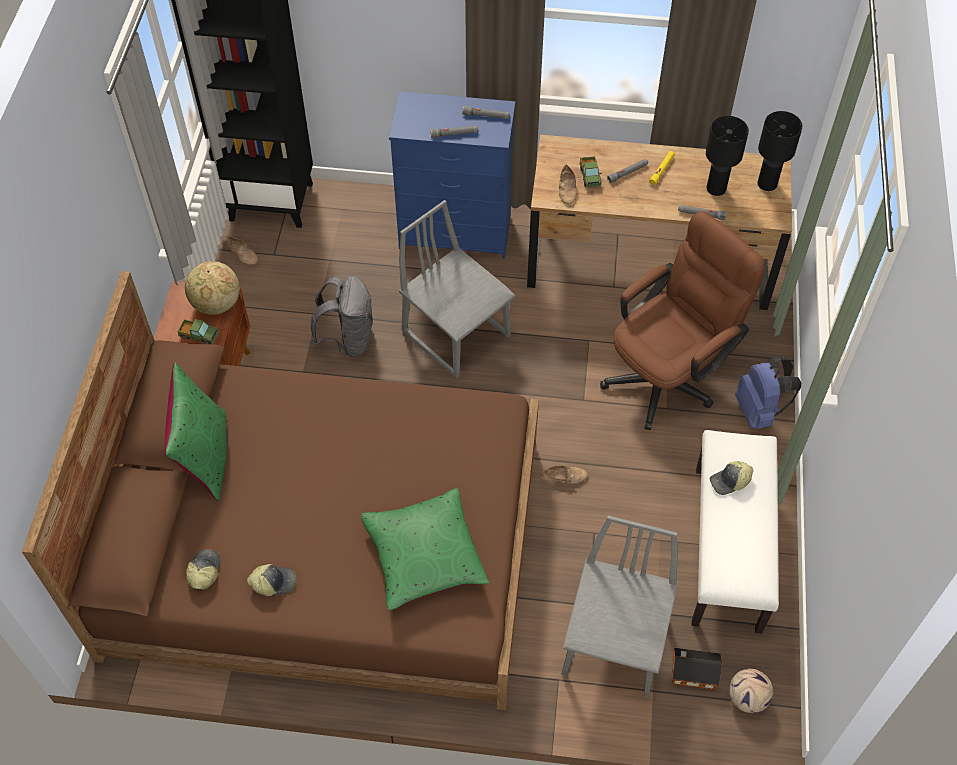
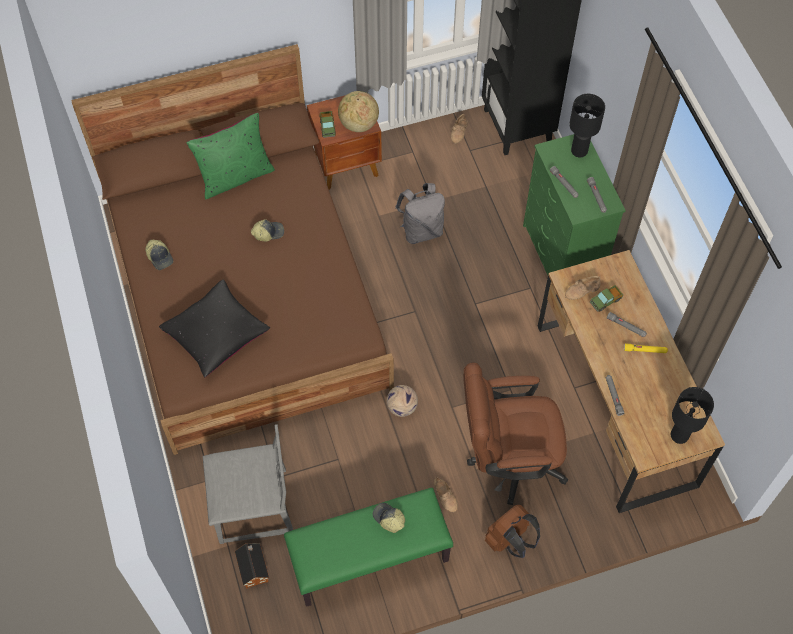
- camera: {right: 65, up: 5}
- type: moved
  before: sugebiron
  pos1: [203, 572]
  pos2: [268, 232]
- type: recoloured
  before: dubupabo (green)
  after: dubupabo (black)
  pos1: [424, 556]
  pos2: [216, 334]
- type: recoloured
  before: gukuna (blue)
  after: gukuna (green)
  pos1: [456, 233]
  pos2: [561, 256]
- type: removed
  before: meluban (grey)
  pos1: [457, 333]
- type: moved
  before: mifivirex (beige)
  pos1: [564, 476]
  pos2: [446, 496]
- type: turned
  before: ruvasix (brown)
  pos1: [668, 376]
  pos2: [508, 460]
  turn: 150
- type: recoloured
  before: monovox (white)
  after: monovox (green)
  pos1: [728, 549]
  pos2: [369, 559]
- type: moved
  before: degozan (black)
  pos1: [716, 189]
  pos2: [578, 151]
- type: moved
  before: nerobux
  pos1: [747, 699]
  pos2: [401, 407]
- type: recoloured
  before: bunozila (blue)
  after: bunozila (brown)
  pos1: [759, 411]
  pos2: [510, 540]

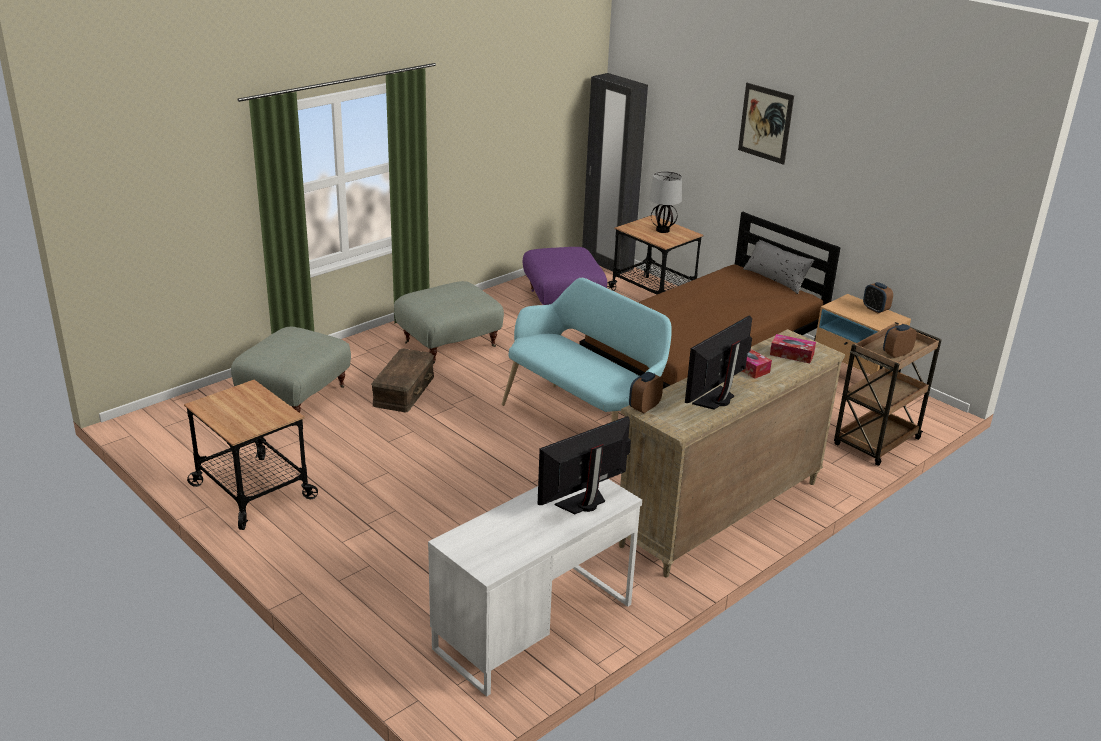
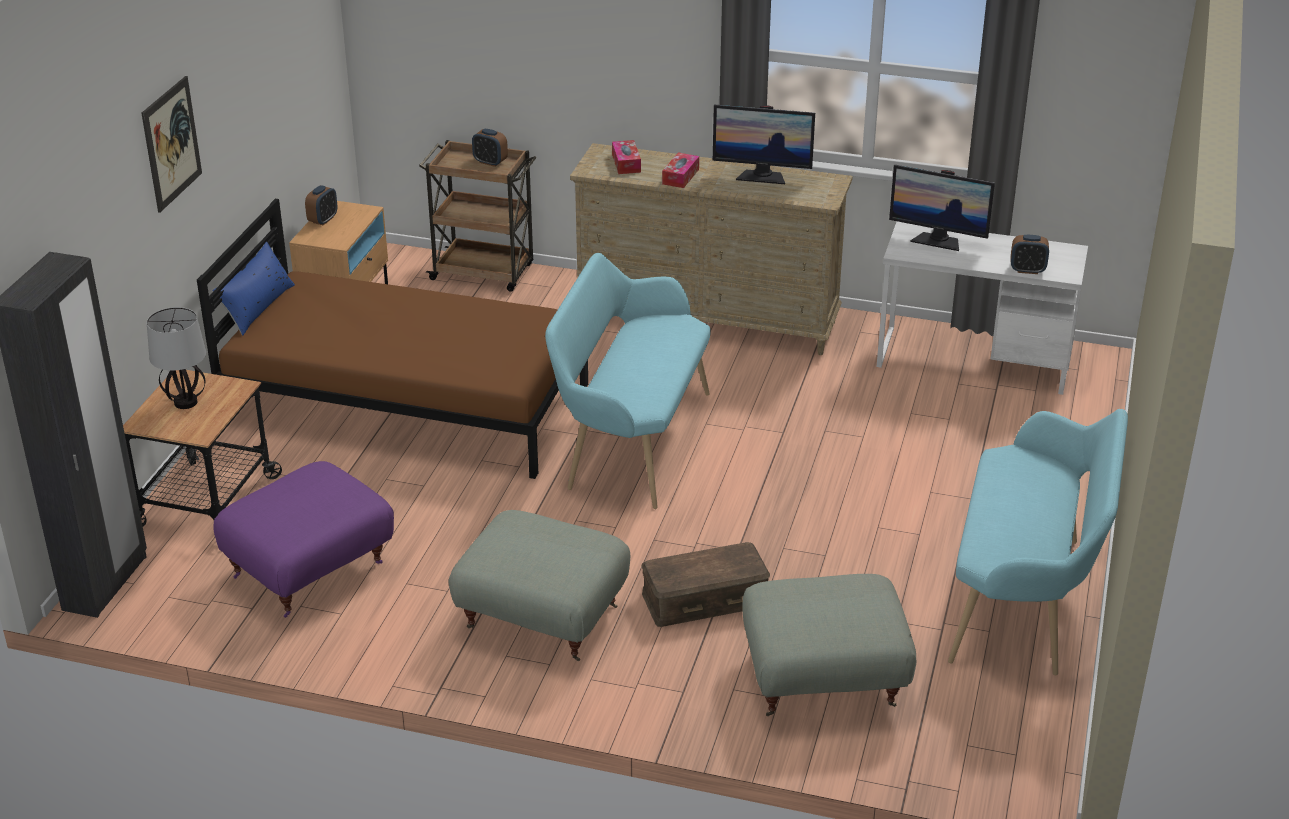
- camera: {right: -120, up: 5}
- type: replaced
  before: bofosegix
  after: monovox (turquoise)
  pos1: [252, 492]
  pos2: [1026, 599]
- type: moved
  before: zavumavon
  pos1: [644, 407]
  pos2: [1027, 270]
- type: recoloured
  before: dubupabo (grey)
  after: dubupabo (blue)
  pos1: [775, 279]
  pos2: [257, 307]

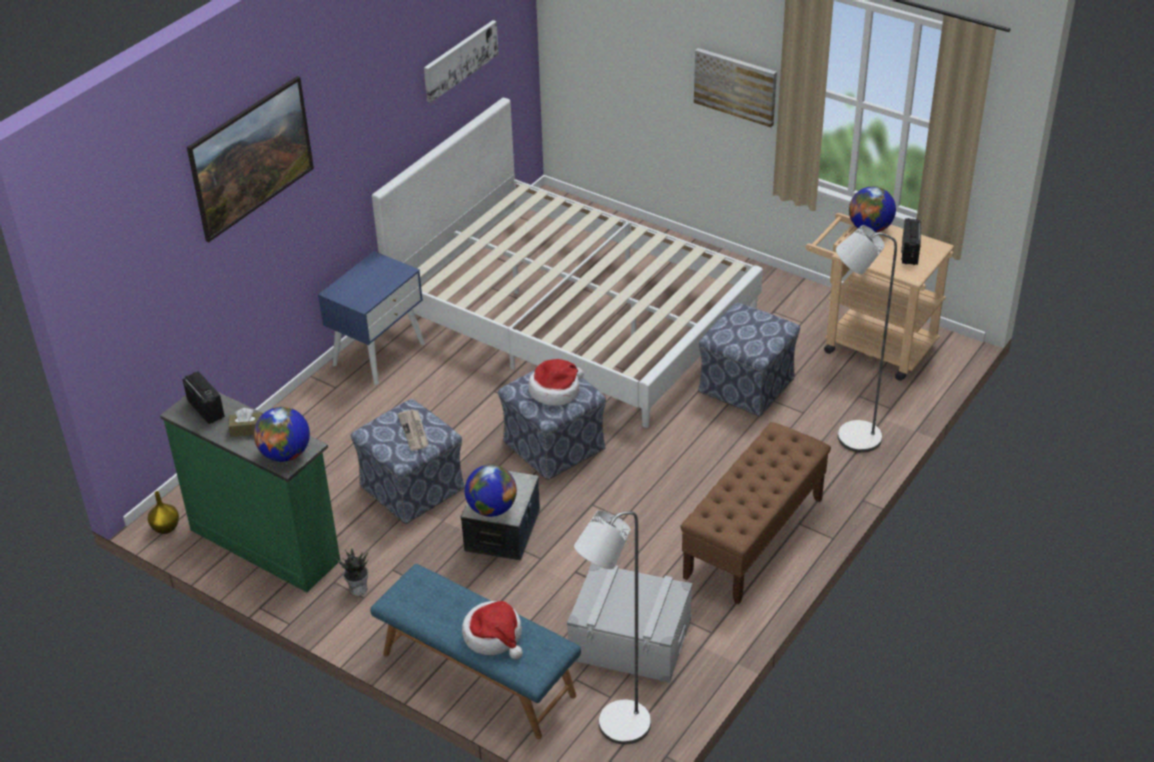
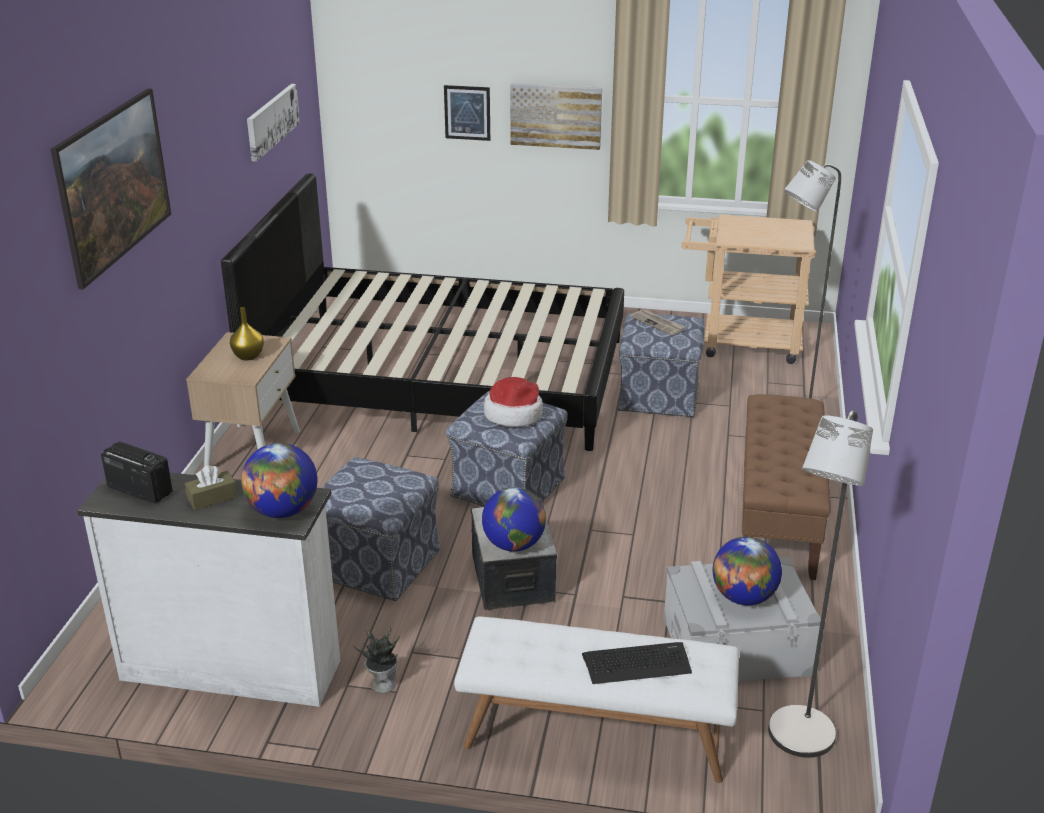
- camera: {right: -25, up: -10}
- type: moved
  before: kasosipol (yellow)
  pos1: [165, 528]
  pos2: [248, 356]
- type: recoloured
  before: gukuna (green)
  after: gukuna (white)
  pos1: [265, 543]
  pos2: [231, 667]
- type: recoloured
  before: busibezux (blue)
  after: busibezux (beige)
  pos1: [379, 353]
  pos2: [253, 450]
- type: recoloured
  before: monovox (blue)
  after: monovox (white)
  pos1: [477, 675]
  pos2: [595, 735]
- type: recoloured
  before: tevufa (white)
  after: tevufa (black)
  pos1: [573, 315]
  pos2: [442, 376]
- type: moved
  before: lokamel
  pos1: [414, 431]
  pos2: [658, 324]
- type: replaced
  before: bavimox
  after: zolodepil
  pos1: [494, 636]
  pos2: [637, 663]
- type: moved
  before: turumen
  pos1: [870, 228]
  pos2: [743, 597]
- type: removed
  before: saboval
  pos1: [909, 253]
- type: added
  after: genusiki
  pos2: [467, 112]

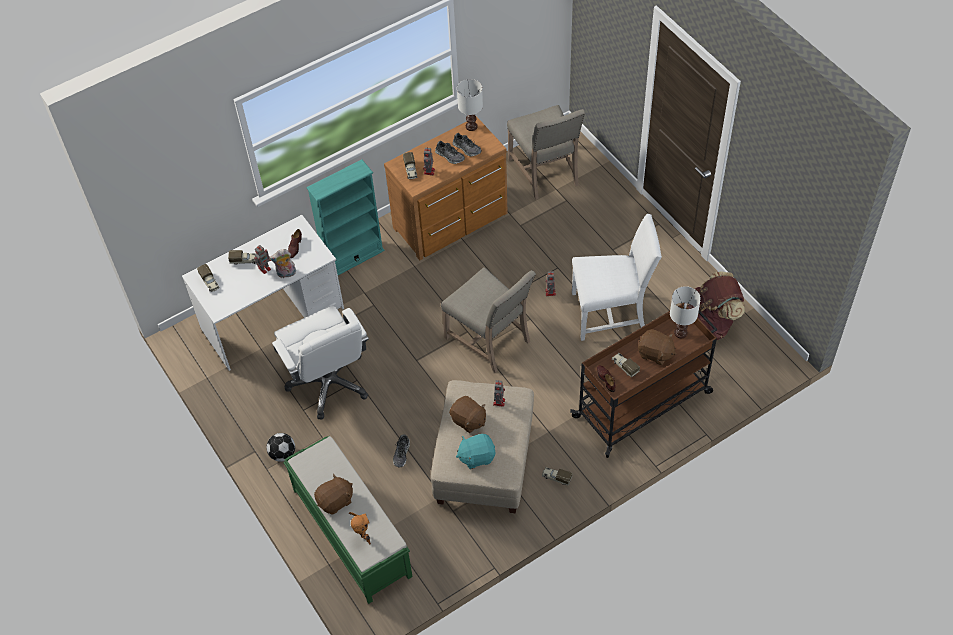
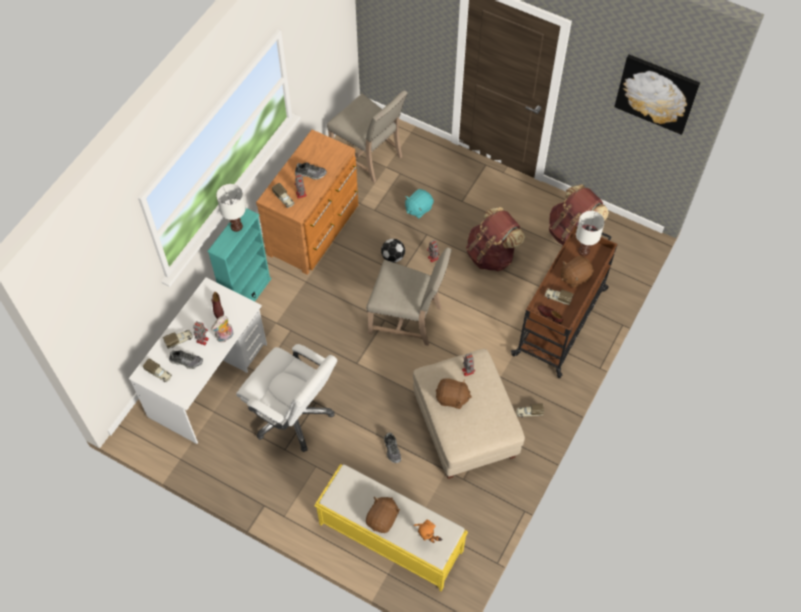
- camera: {right: -30, up: 5}
- type: moved
  before: nerobux
  pos1: [282, 454]
  pos2: [393, 257]
- type: recoloured
  before: monovox (green)
  after: monovox (yellow)
  pos1: [351, 532]
  pos2: [390, 537]
- type: moved
  before: mifivirex
  pos1: [467, 148]
  pos2: [186, 361]
- type: moved
  before: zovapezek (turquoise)
  pos1: [476, 456]
  pos2: [418, 208]
- type: moved
  before: degozan (white)
  pos1: [471, 126]
  pos2: [236, 226]
- type: replaced
  before: meluban (white)
  after: bunozila (brown)
  pos1: [611, 312]
  pos2: [491, 255]
- type: turned
  before: zovapezek (brown)
  pos1: [655, 353]
  pos2: [574, 277]
  turn: 150
- type: added
  after: genusiki
  pos2: [656, 93]

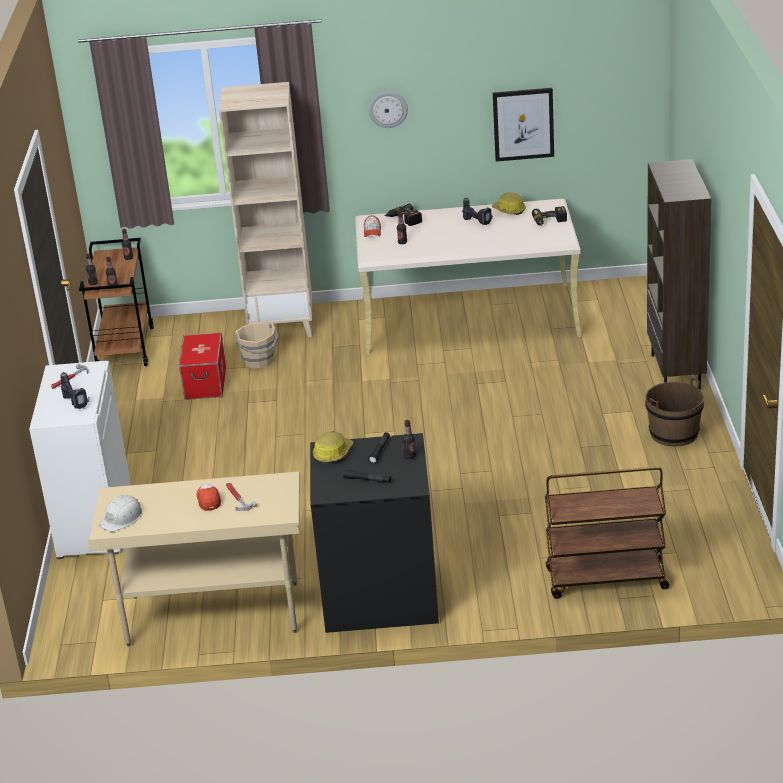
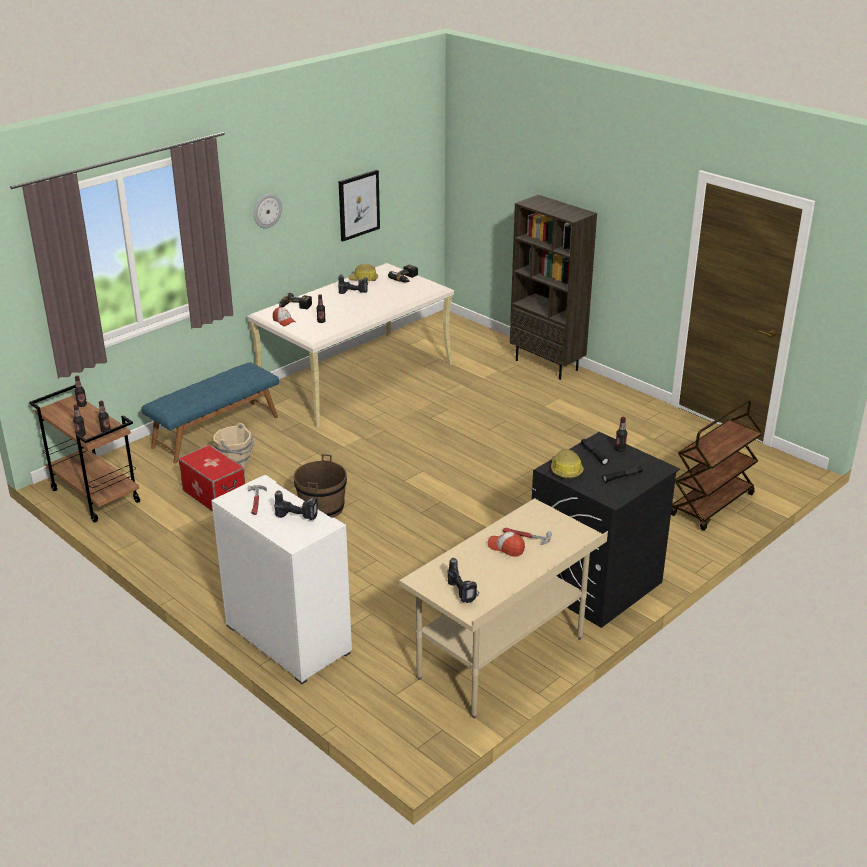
- camera: {right: -45, up: 0}
- type: replaced
  before: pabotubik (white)
  after: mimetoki
  pos1: [122, 518]
  pos2: [462, 593]
- type: replaced
  before: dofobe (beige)
  after: monovox (blue)
  pos1: [282, 327]
  pos2: [215, 431]
- type: moved
  before: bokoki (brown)
  pos1: [673, 433]
  pos2: [321, 508]

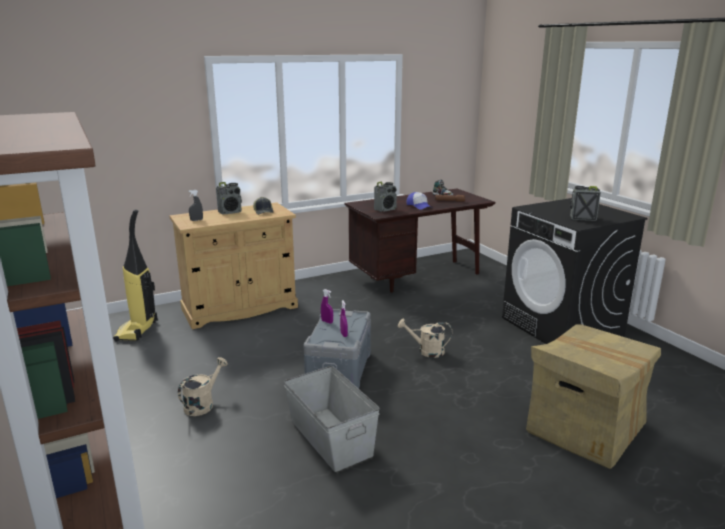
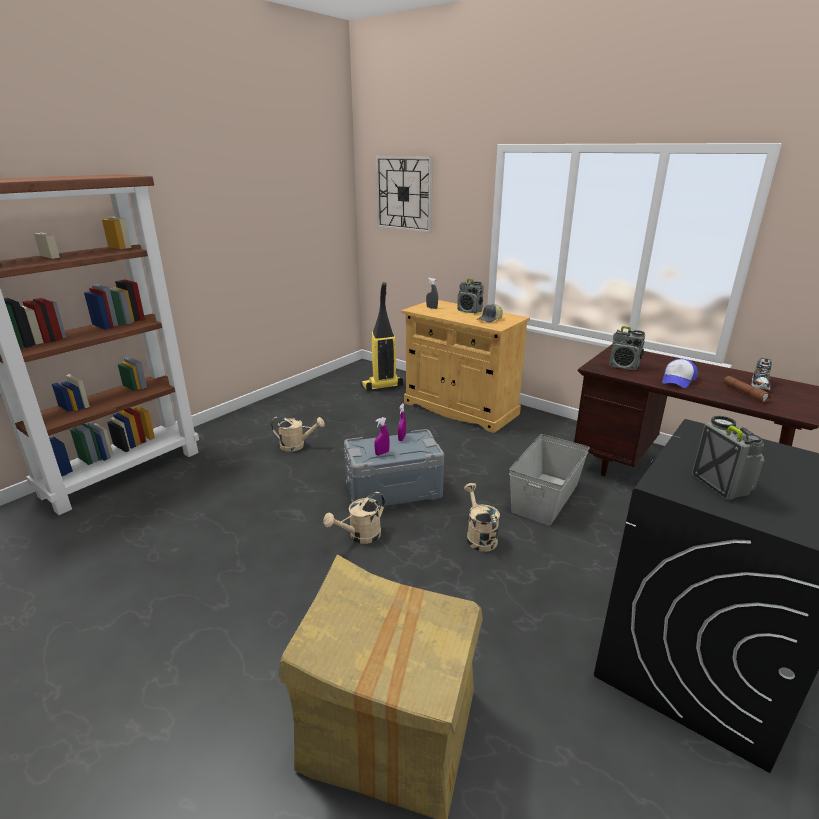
- camera: {right: 65, up: 5}
- type: moved
  before: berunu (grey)
  pos1: [330, 438]
  pos2: [544, 497]
- type: added
  after: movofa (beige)
  pos2: [360, 536]
- type: added
  after: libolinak
  pos2: [404, 193]

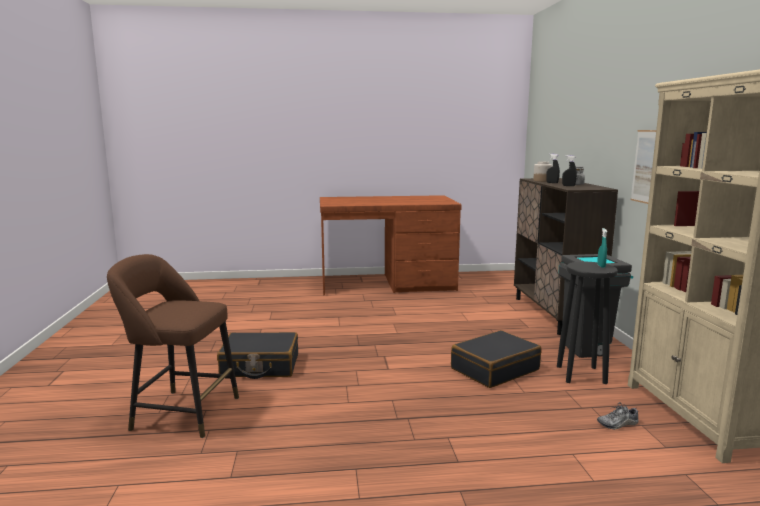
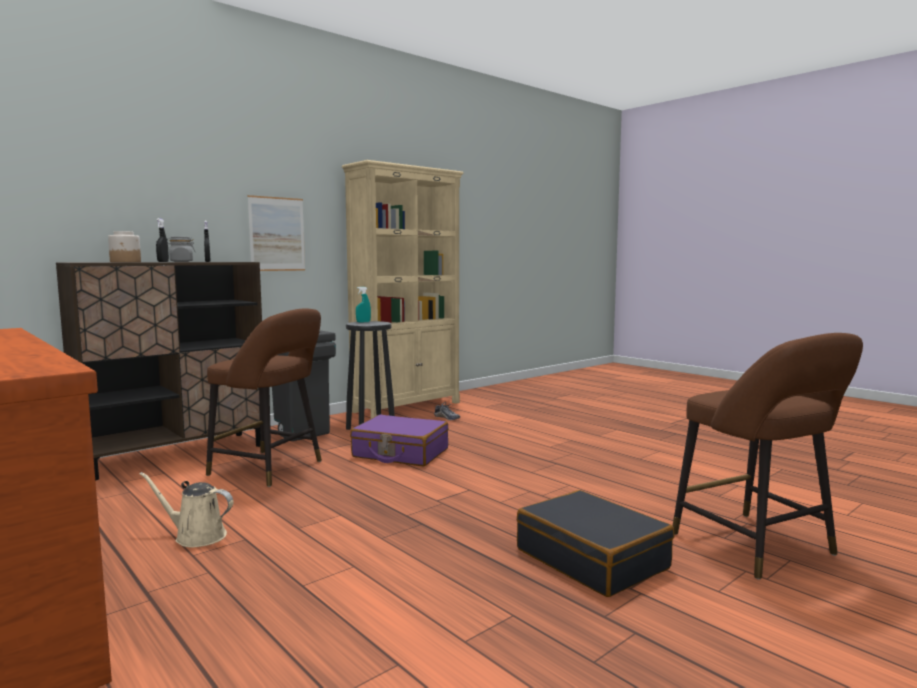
- camera: {right: -125, up: -5}
- type: recoloured
  before: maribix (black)
  after: maribix (purple)
  pos1: [494, 369]
  pos2: [400, 453]
- type: added
  after: movofa (beige)
  pos2: [196, 536]
- type: added
  after: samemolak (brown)
  pos2: [271, 469]

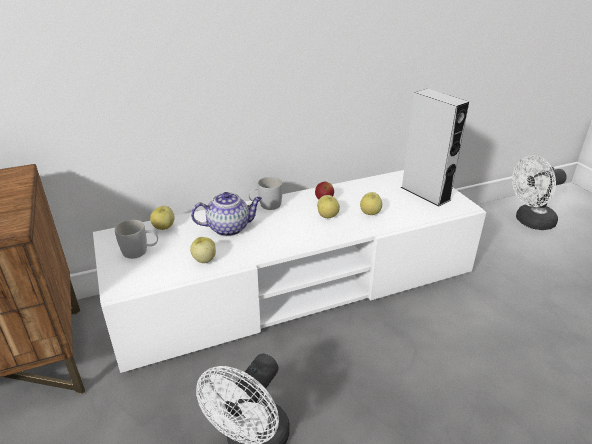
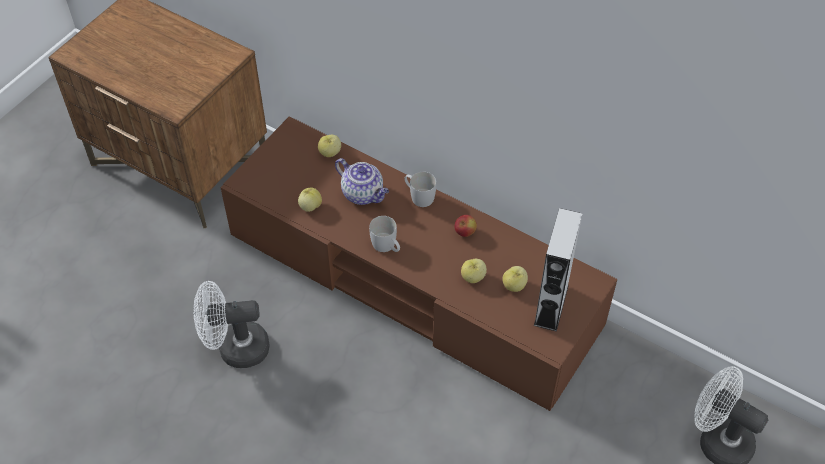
- camera: {right: 55, up: 20}
- type: recoloured
  before: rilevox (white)
  after: rilevox (brown)
  pos1: [296, 286]
  pos2: [412, 281]
- type: moved
  before: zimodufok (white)
  pos1: [140, 251]
  pos2: [387, 246]
- type: moved
  before: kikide
  pos1: [328, 216]
  pos2: [514, 286]

